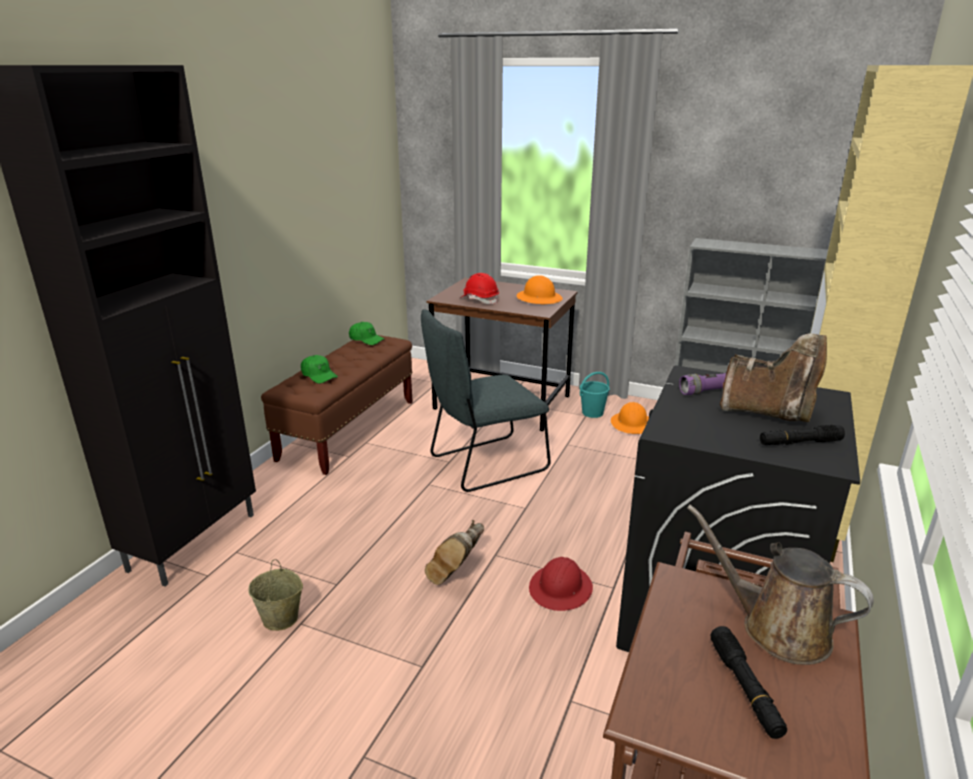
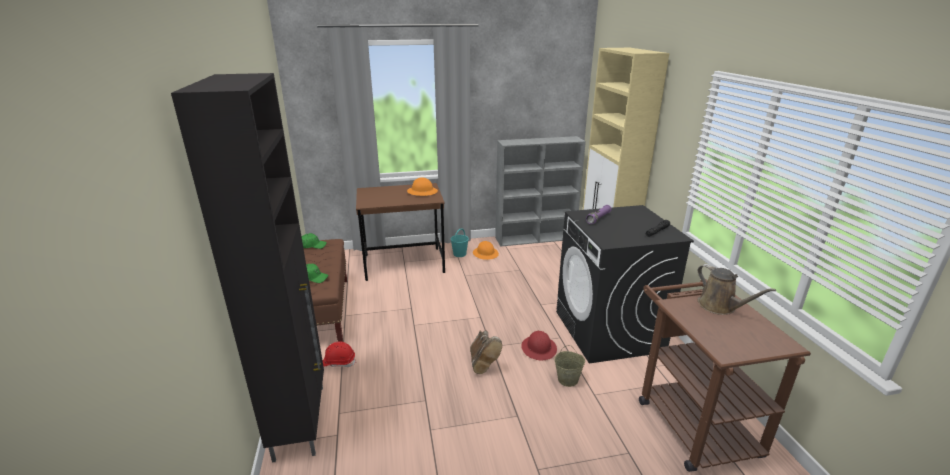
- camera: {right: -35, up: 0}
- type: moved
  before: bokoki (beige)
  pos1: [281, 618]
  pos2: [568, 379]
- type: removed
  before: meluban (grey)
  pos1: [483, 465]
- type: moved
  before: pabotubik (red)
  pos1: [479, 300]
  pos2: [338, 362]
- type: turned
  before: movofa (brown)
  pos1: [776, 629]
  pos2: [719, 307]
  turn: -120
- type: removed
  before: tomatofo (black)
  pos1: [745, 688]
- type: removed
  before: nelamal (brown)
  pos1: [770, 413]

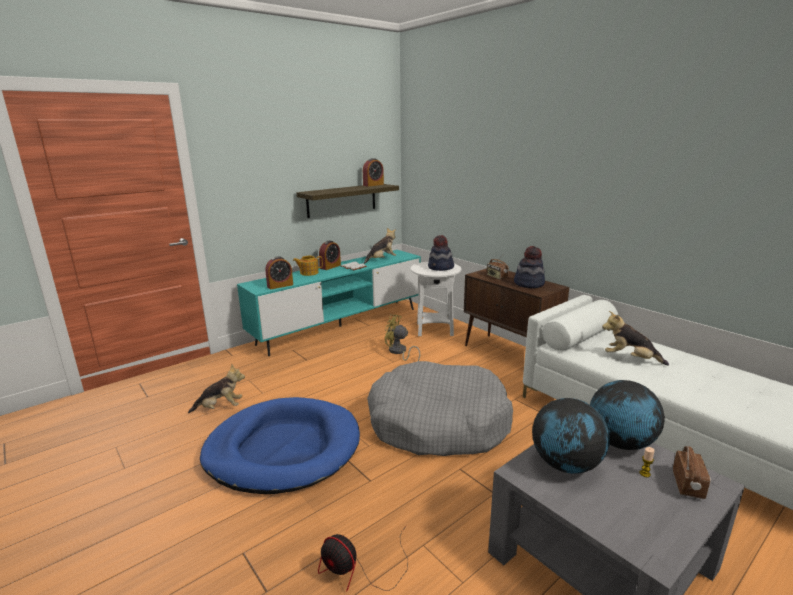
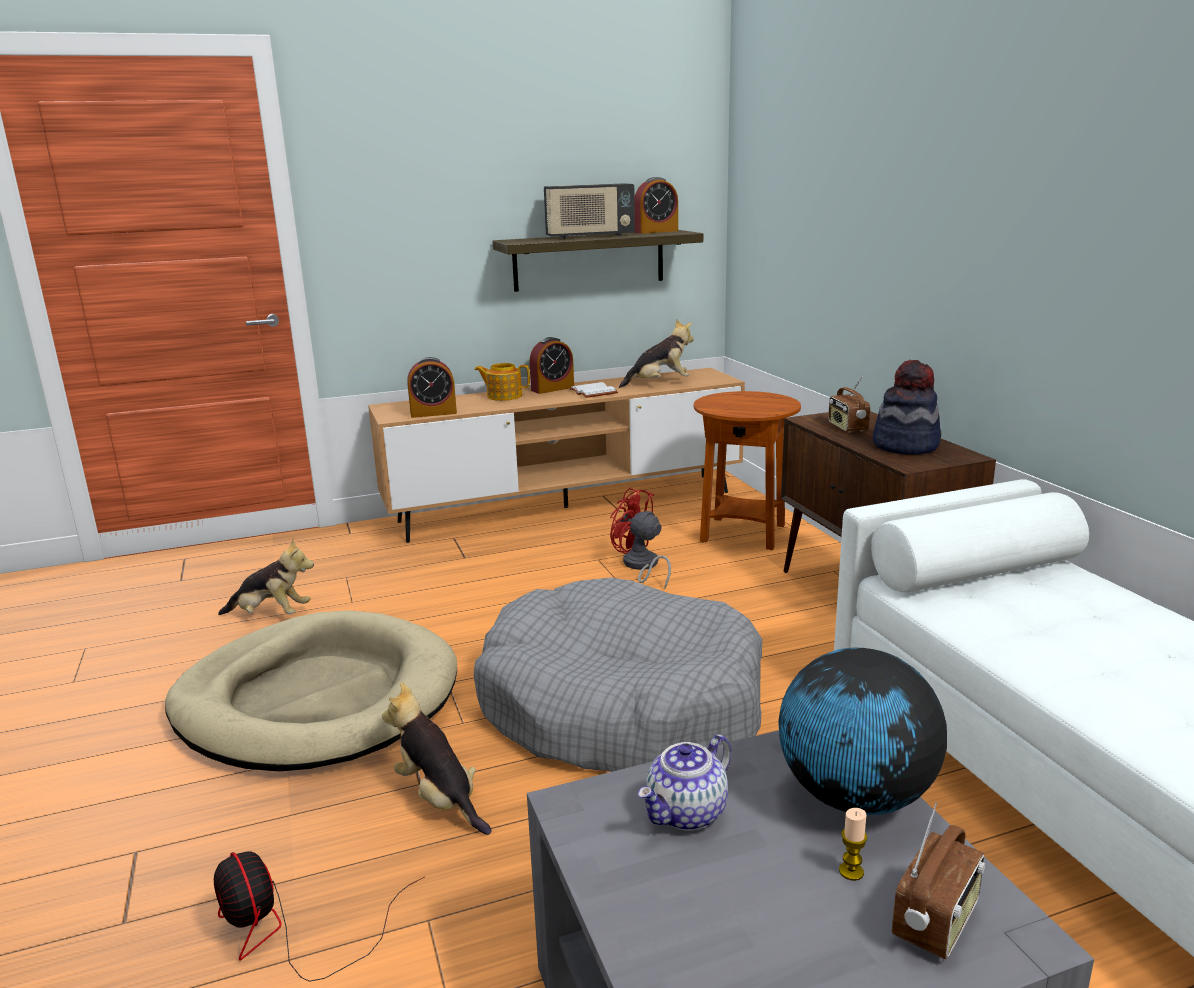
- camera: {right: 20, up: 0}
- type: recoloured
  before: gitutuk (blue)
  after: gitutuk (beige)
  pos1: [283, 449]
  pos2: [317, 699]
- type: recoloured
  before: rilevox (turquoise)
  after: rilevox (brown)
  pos1: [340, 326]
  pos2: [566, 507]
- type: recoloured
  before: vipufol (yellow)
  after: vipufol (red)
  pos1: [399, 352]
  pos2: [641, 566]
- type: recoloured
  before: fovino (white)
  after: fovino (brown)
  pos1: [435, 329]
  pos2: [743, 534]
- type: removed
  before: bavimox
  pos1: [440, 268]
- type: replaced
  before: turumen
  after: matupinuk
  pos1: [566, 465]
  pos2: [687, 813]
- type: moved
  before: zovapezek
  pos1: [630, 359]
  pos2: [439, 799]
- type: added
  after: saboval
  pos2: [589, 236]

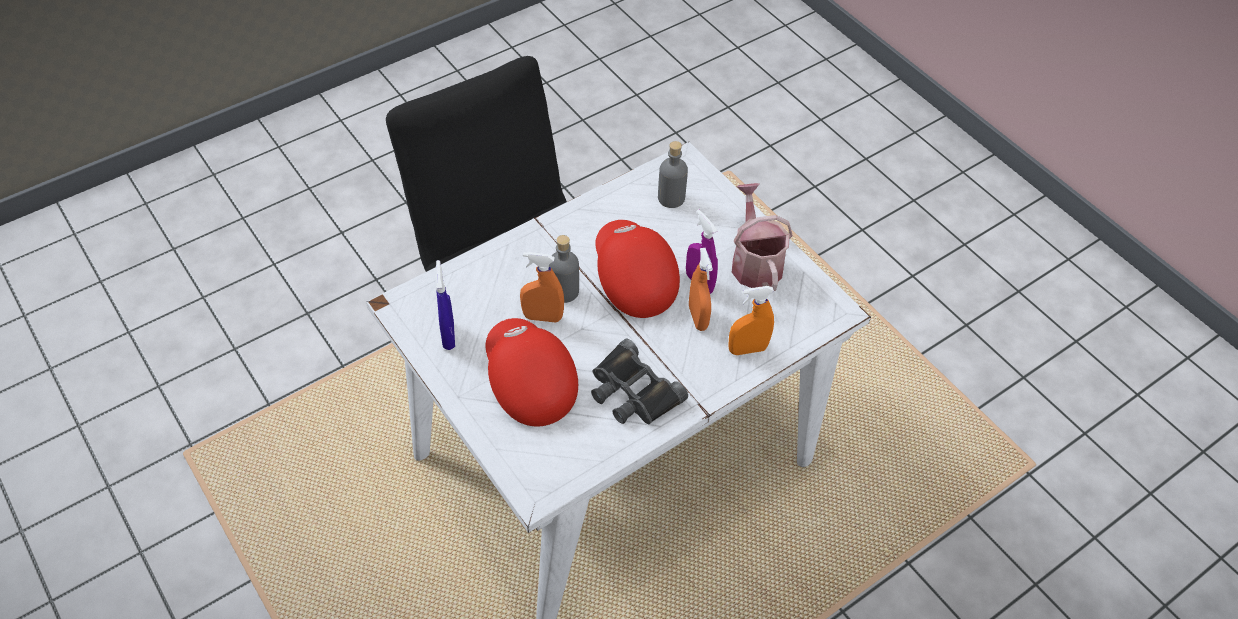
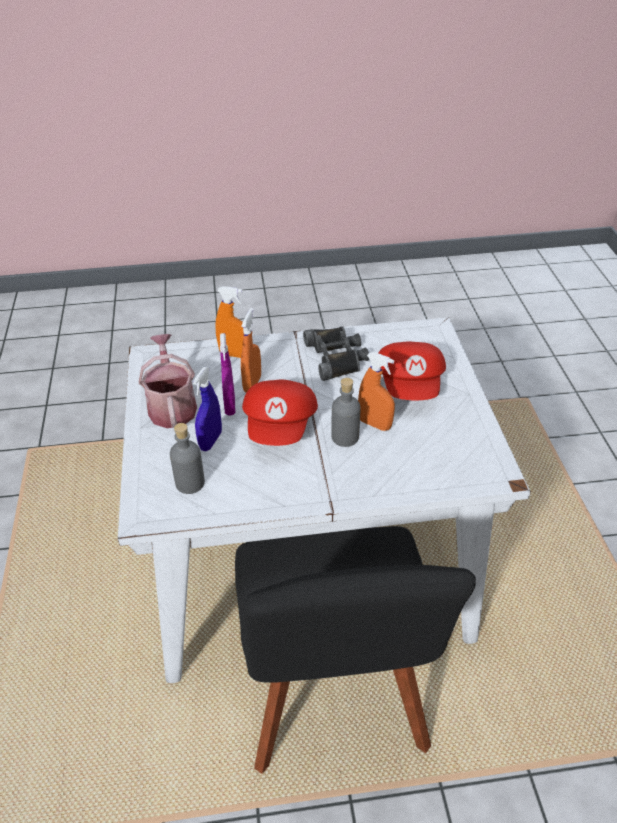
- camera: {right: -150, up: -10}
- type: moved
  before: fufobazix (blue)
  pos1: [448, 335]
  pos2: [210, 441]
- type: turned
  before: movofa
  pos1: [754, 262]
  pos2: [172, 406]
  turn: 150

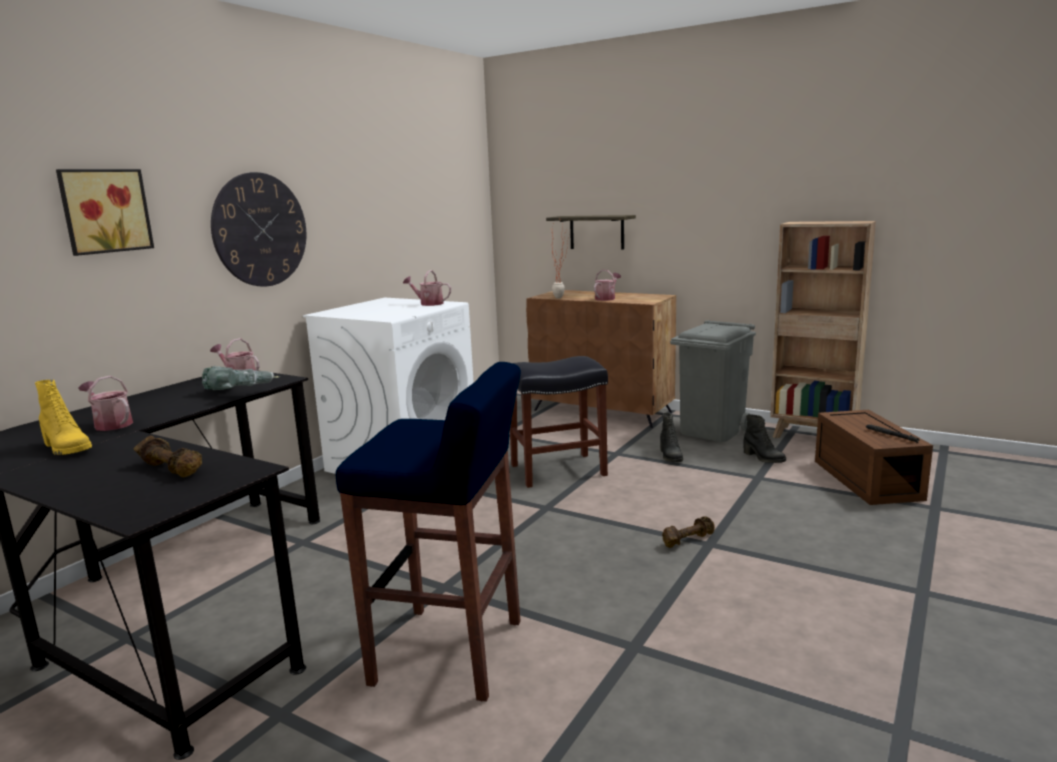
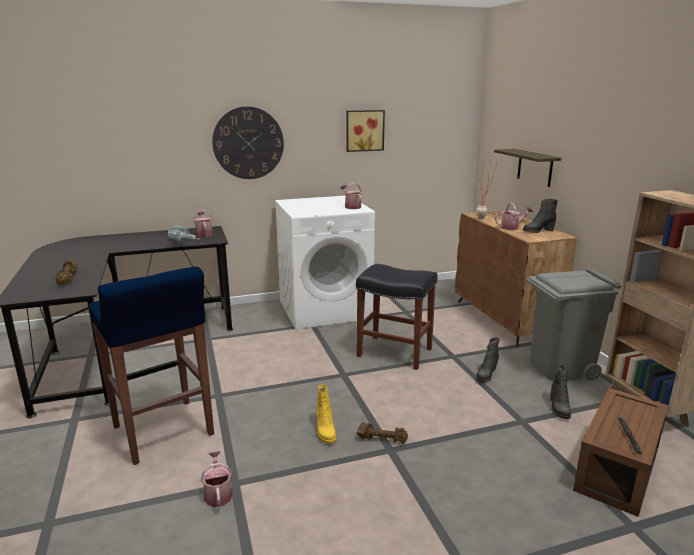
- camera: {right: 40, up: 5}
- type: moved
  before: nelamal (yellow)
  pos1: [66, 448]
  pos2: [325, 431]
- type: moved
  before: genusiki
  pos1: [104, 211]
  pos2: [364, 130]
- type: moved
  before: movofa
  pos1: [110, 424]
  pos2: [218, 493]
- type: added
  after: nelamal (black)
  pos2: [538, 231]

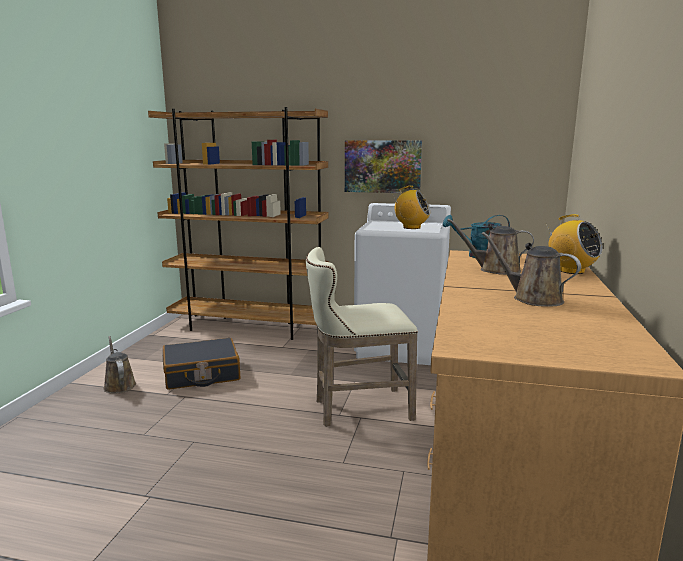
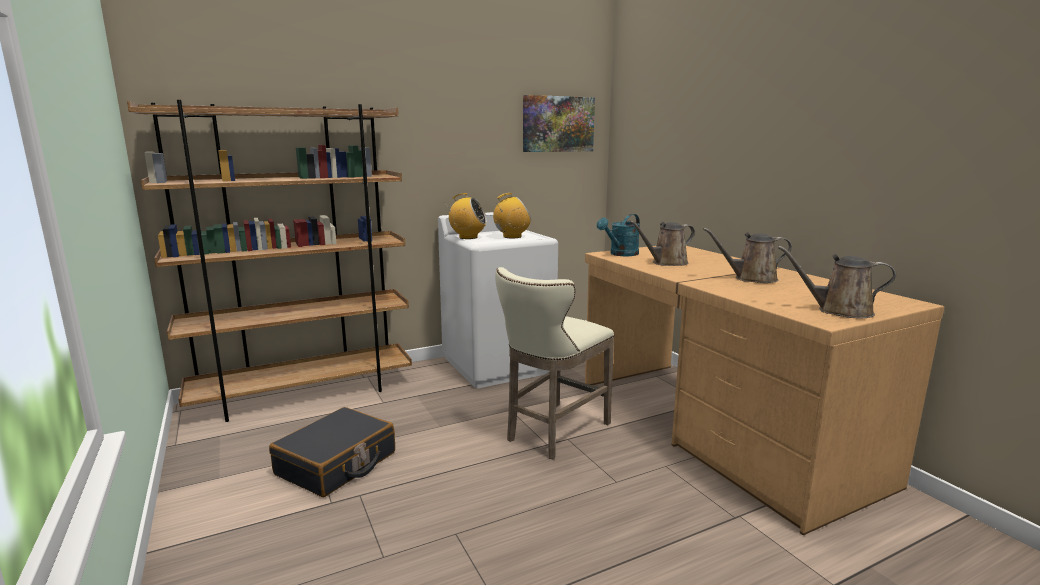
- camera: {right: -40, up: 0}
- type: moved
  before: movofa (brown)
  pos1: [119, 385]
  pos2: [839, 311]
- type: moved
  before: genusiki
  pos1: [382, 166]
  pos2: [558, 124]
- type: moved
  before: saboval
  pos1: [571, 271]
  pos2: [468, 237]

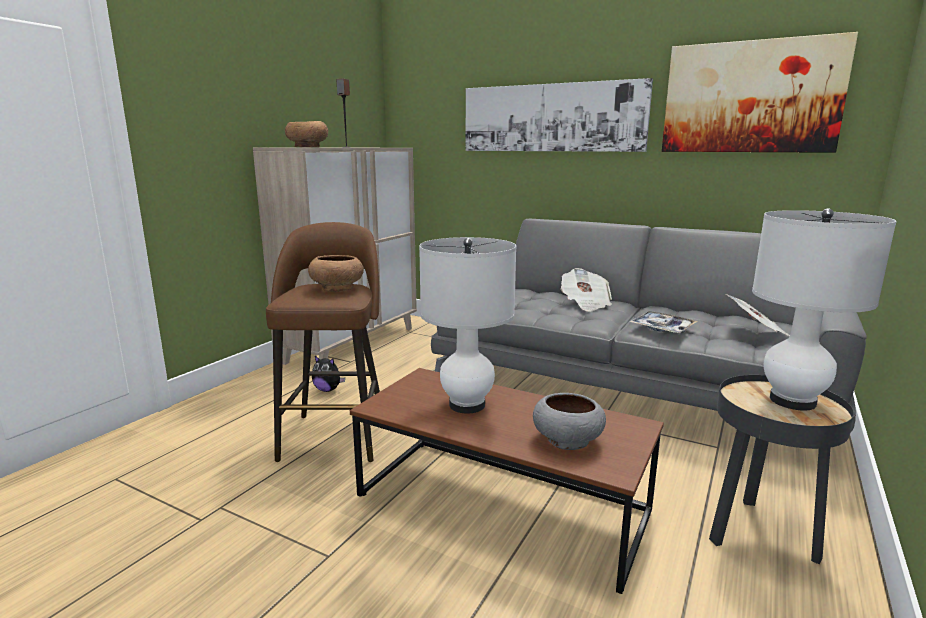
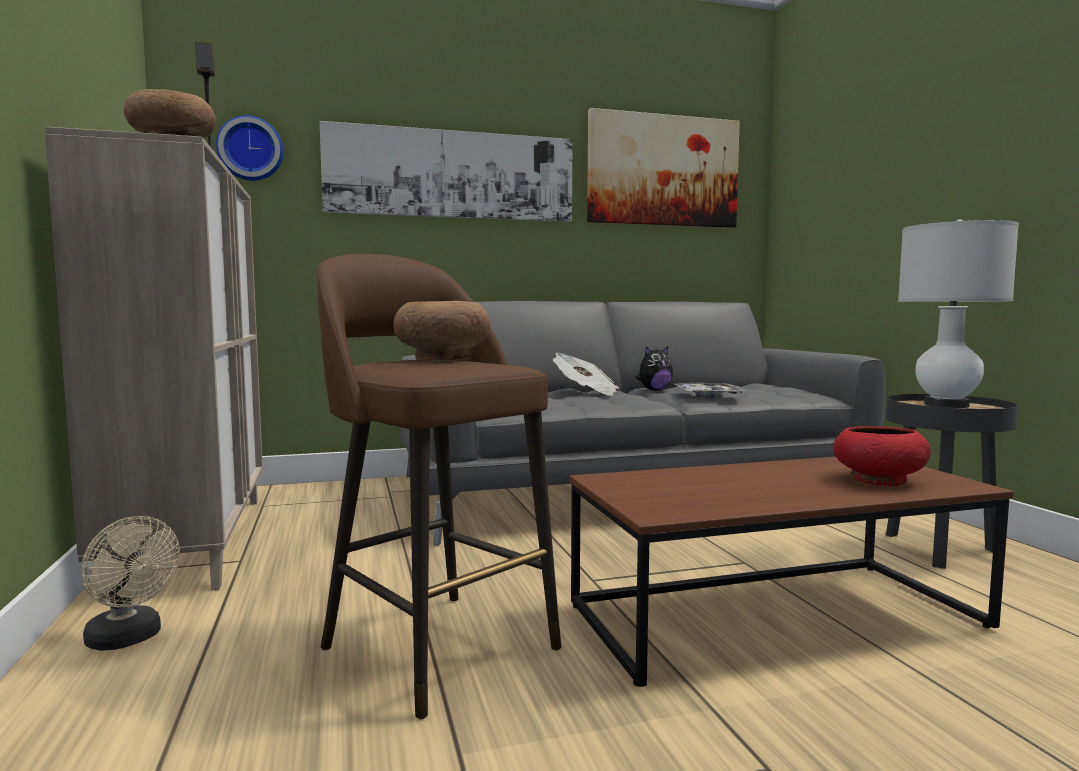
- camera: {right: -45, up: -10}
- type: moved
  before: zovapezek
  pos1: [328, 390]
  pos2: [654, 390]
- type: removed
  before: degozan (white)
  pos1: [466, 405]
- type: recoloured
  before: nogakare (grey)
  after: nogakare (red)
  pos1: [567, 440]
  pos2: [877, 480]
- type: removed
  before: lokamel
  pos1: [756, 332]
- type: added
  after: vipufol (beige)
  pos2: [129, 639]
- type: added
  after: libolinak
  pos2: [250, 149]

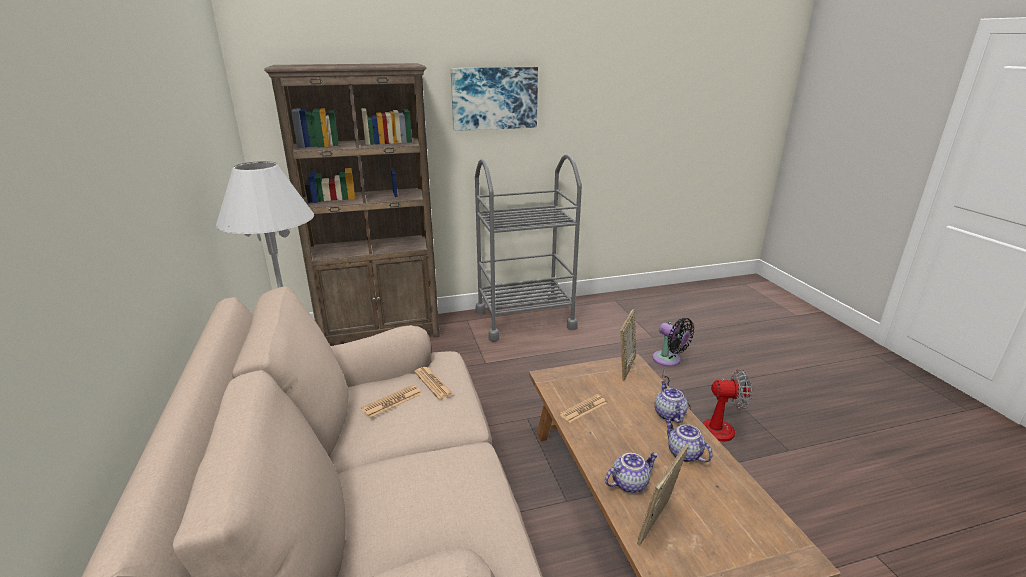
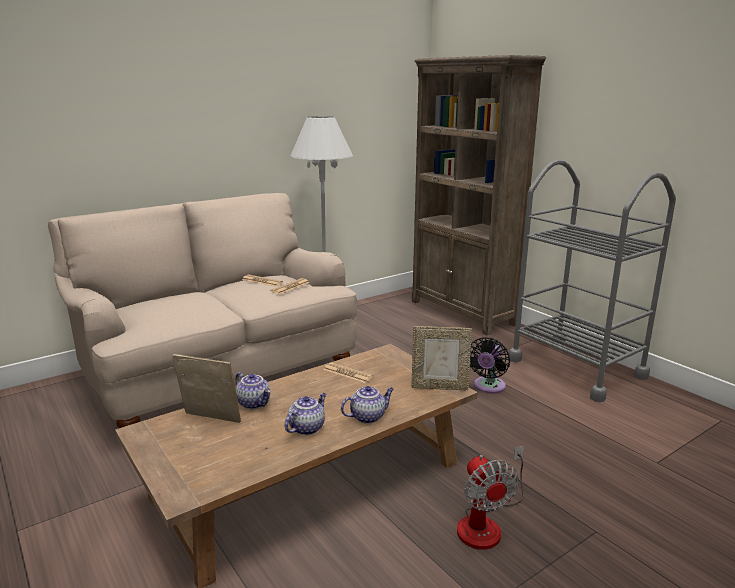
- camera: {right: 70, up: -5}
- type: removed
  before: genusiki
  pos1: [494, 98]
- type: moved
  before: vipufol (black)
  pos1: [669, 360]
  pos2: [488, 387]

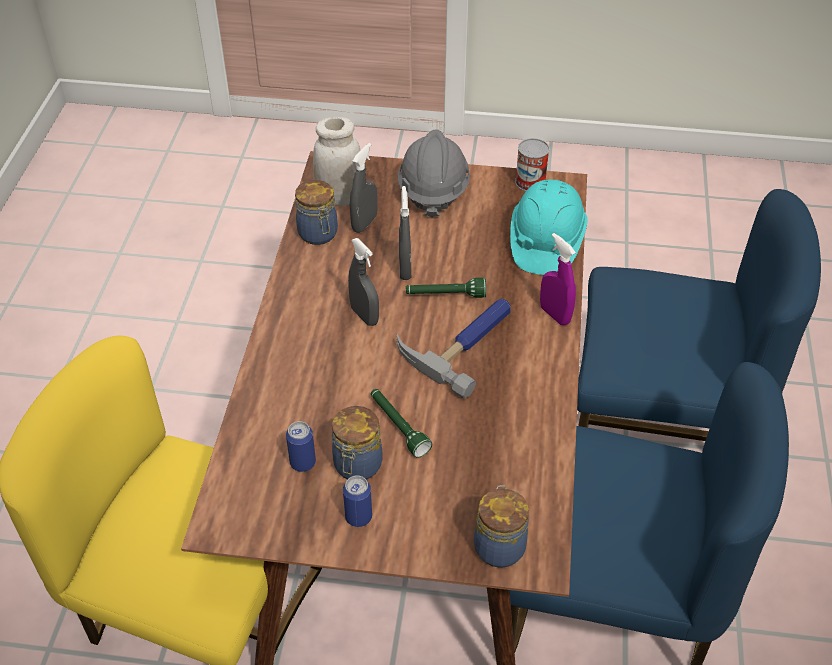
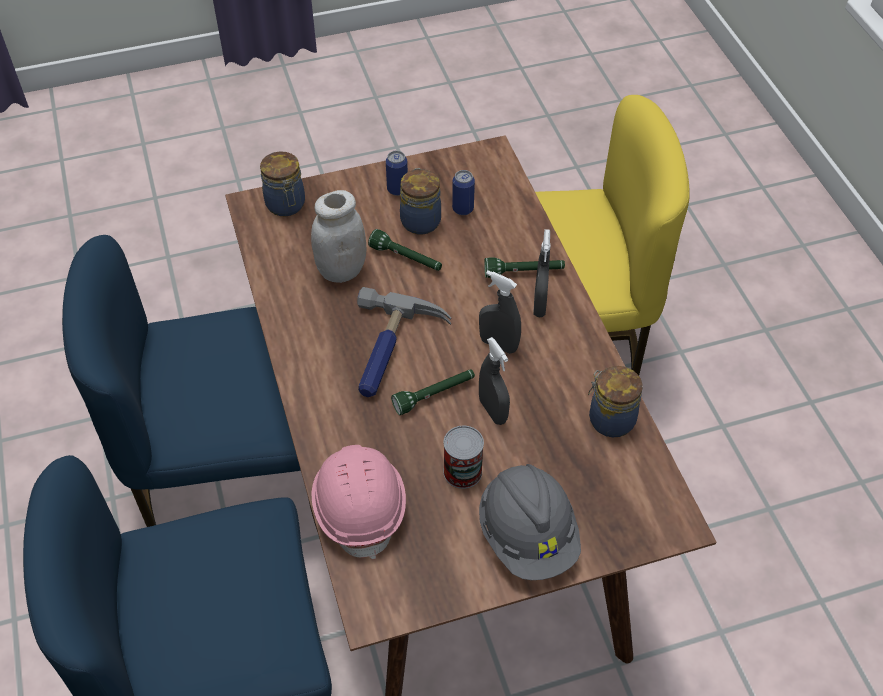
- camera: {right: 155, up: 5}
- type: moved
  before: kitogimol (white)
  pos1: [339, 197]
  pos2: [341, 270]
- type: moved
  before: fufobazix (grey)
  pos1: [364, 223]
  pos2: [539, 304]
- type: recoloured
  before: pabotubik (turquoise)
  after: pabotubik (pink)
  pos1: [545, 242]
  pos2: [360, 506]
- type: moved
  before: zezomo
  pos1: [530, 182]
  pos2: [462, 472]
- type: removed
  before: fufobazix (purple)
  pos1: [554, 315]
- type: added
  after: tomatofo (green)
  pos2: [524, 272]

